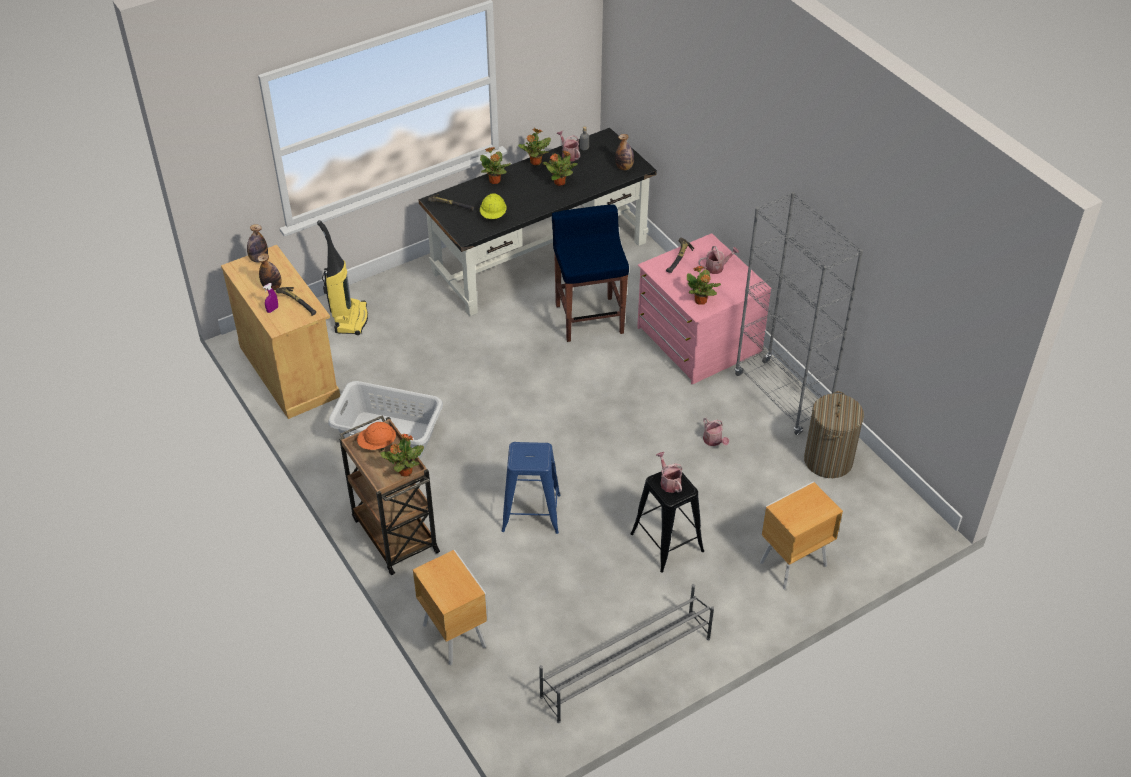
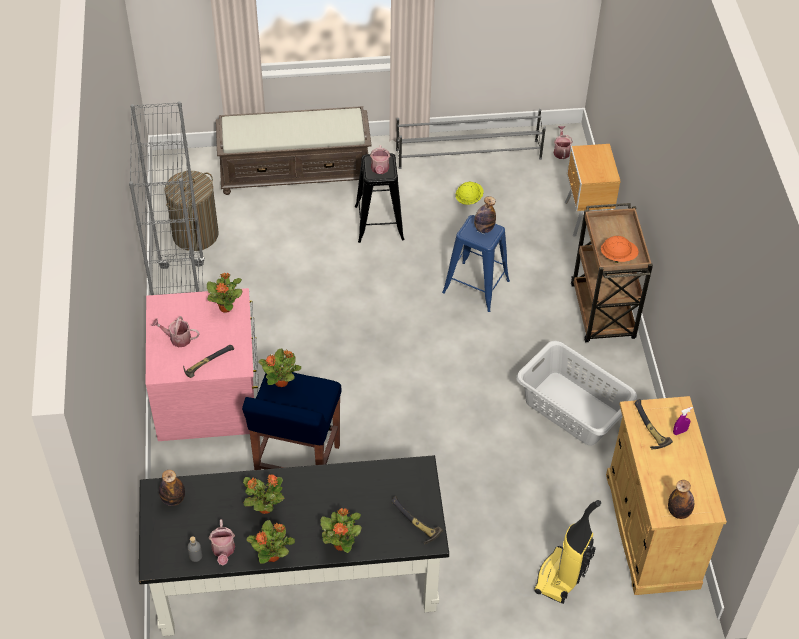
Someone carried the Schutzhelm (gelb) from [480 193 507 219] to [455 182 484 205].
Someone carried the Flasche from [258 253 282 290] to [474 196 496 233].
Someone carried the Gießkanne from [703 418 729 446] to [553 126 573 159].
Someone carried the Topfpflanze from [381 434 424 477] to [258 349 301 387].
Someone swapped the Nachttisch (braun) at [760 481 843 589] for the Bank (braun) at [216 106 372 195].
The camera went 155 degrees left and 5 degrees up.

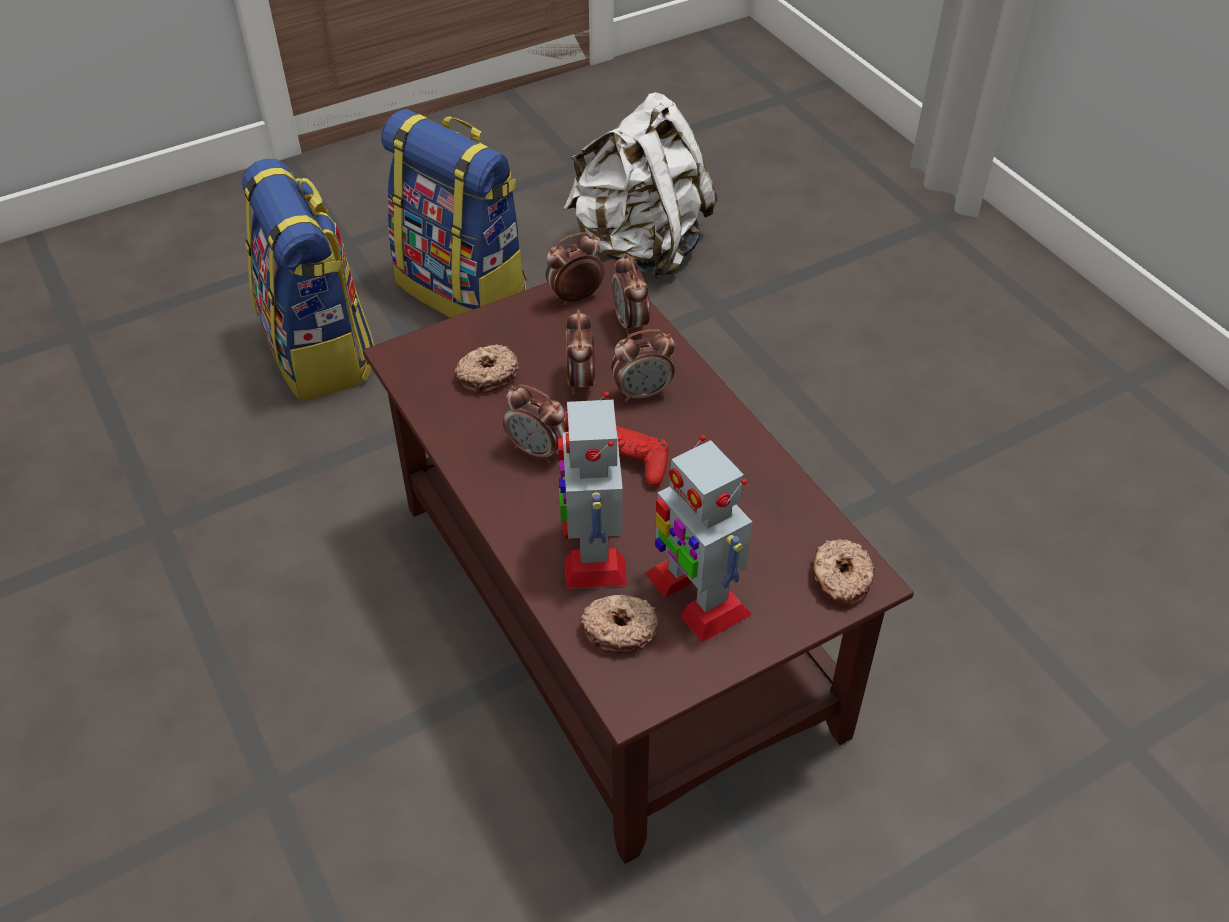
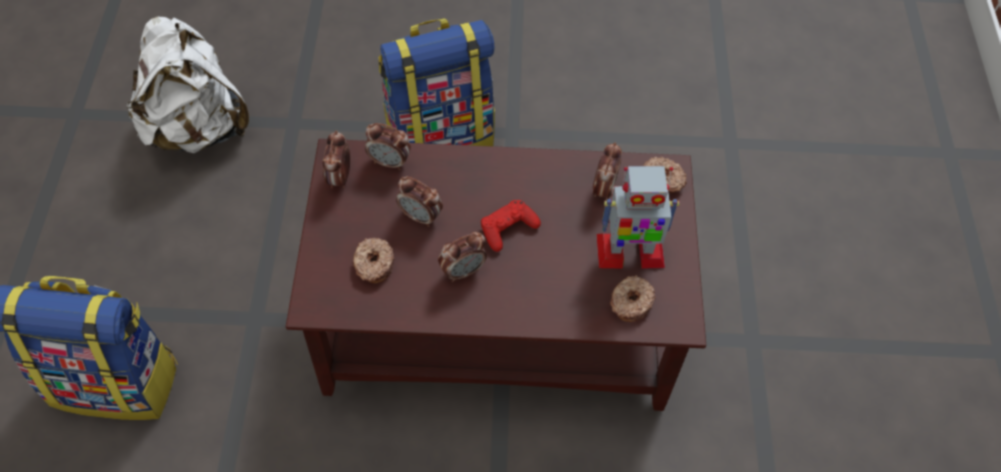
Someone carried the Rucksack from [381 109 527 318] to [379 18 495 146].
Someone carried the Wecker from [611 329 675 402] to [593 142 622 201].
Someone took away the Spielzeugroboter at [558 392 627 589].
The camera went 60 degrees left and 10 degrees up.

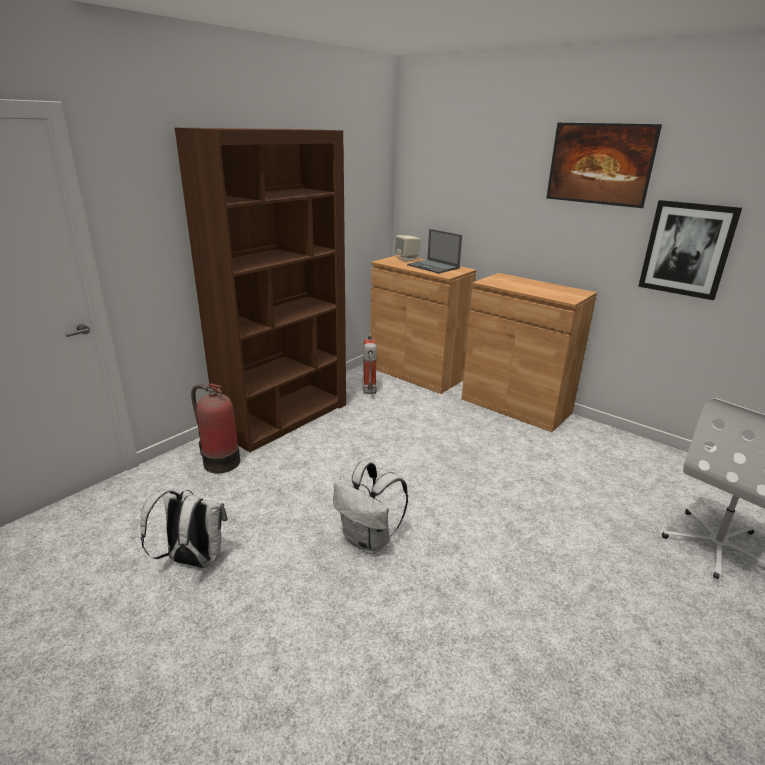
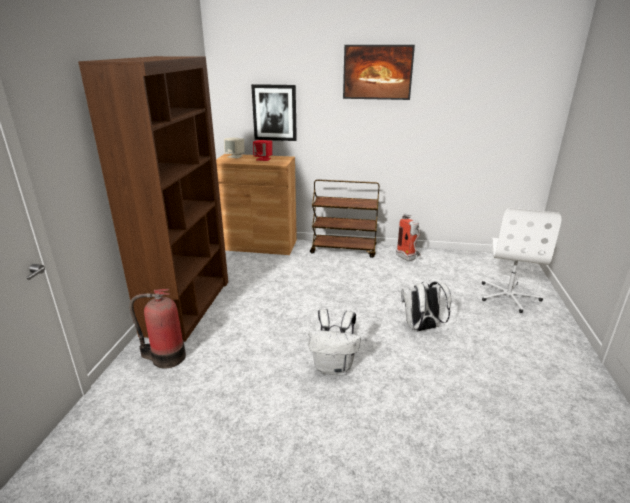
Someone carried the Bild from [638 200 742 300] to [251 84 297 141].
Someone swapped the Laptop at [407 229 462 274] for the Lautsprecher (rot) at [253 140 272 161].
Someone swapped the Schrank (braun) at [462 273 597 432] for the Rollwagen (braun) at [310 179 379 258].
Someone carried the Feuerlöscher from [362 333 377 394] to [396 214 421 261].
Someone carried the Rucksack (weiß) from [140 489 227 568] to [401 281 451 332].
The camera went 30 degrees left and 0 degrees up.

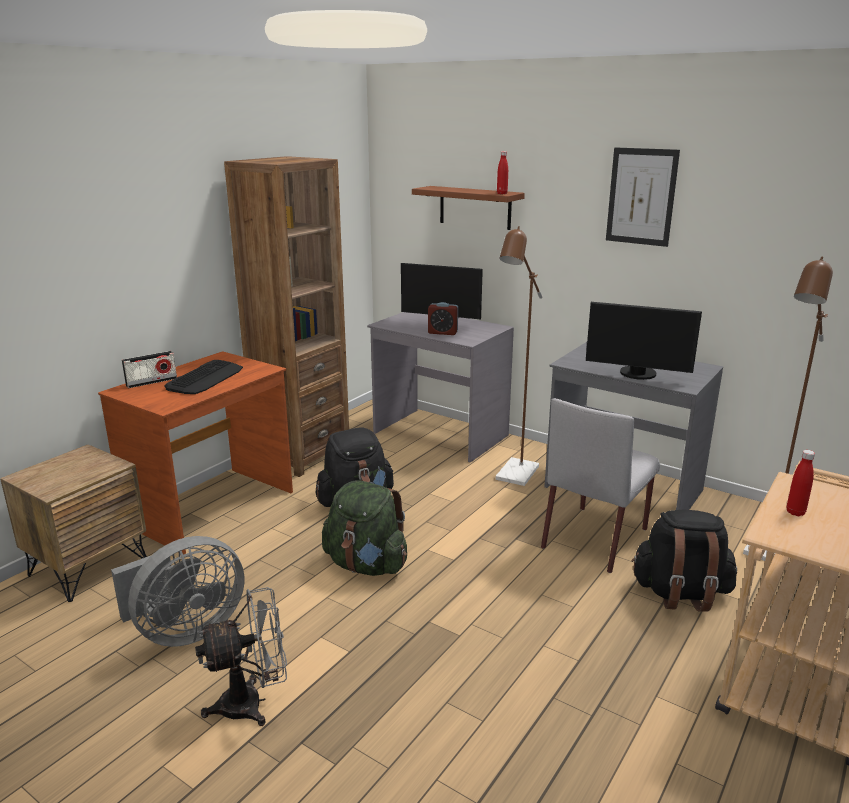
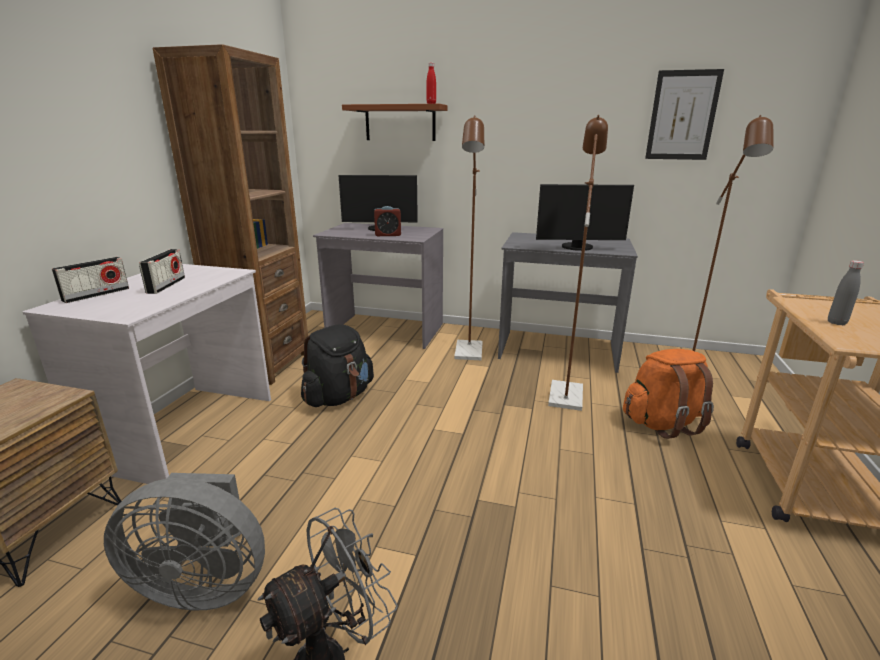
Someone carried the Bild from [606 147 680 247] to [645 69 724 160].
Someone repainted the Schreibtisch (braun) at [98 351 293 555], which became the Schreibtisch (weiß) at [23 264 271 484].
Someone swapped the Tastatur at [165 360 243 394] for the Radio at [139 249 185 294].
Someone swapped the Stuhl (grau) at [541 398 660 573] for the Stehlampe (braun) at [548 115 608 411].
Someone repainted the Flasche (rot) at [787 450 815 516], which became the Flasche (grau) at [828 260 864 325].
Someone took away the Rucksack (grün) at [322 480 407 576].
Someone repainted the Rucksack (schwarz) at [632 510 737 612], which became the Rucksack (orange) at [623 349 714 439].
Someone rotated the Ventilator (grau) at [111 536 244 647] by 60 degrees clockwise.
The camera went 20 degrees left and 0 degrees up.

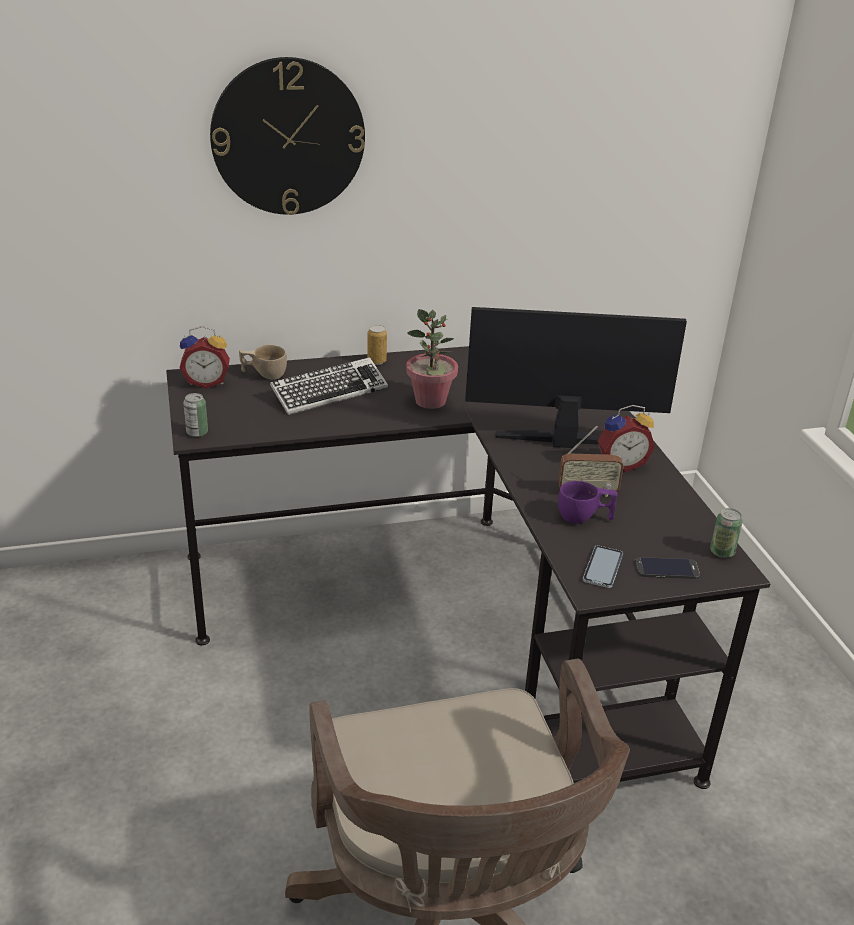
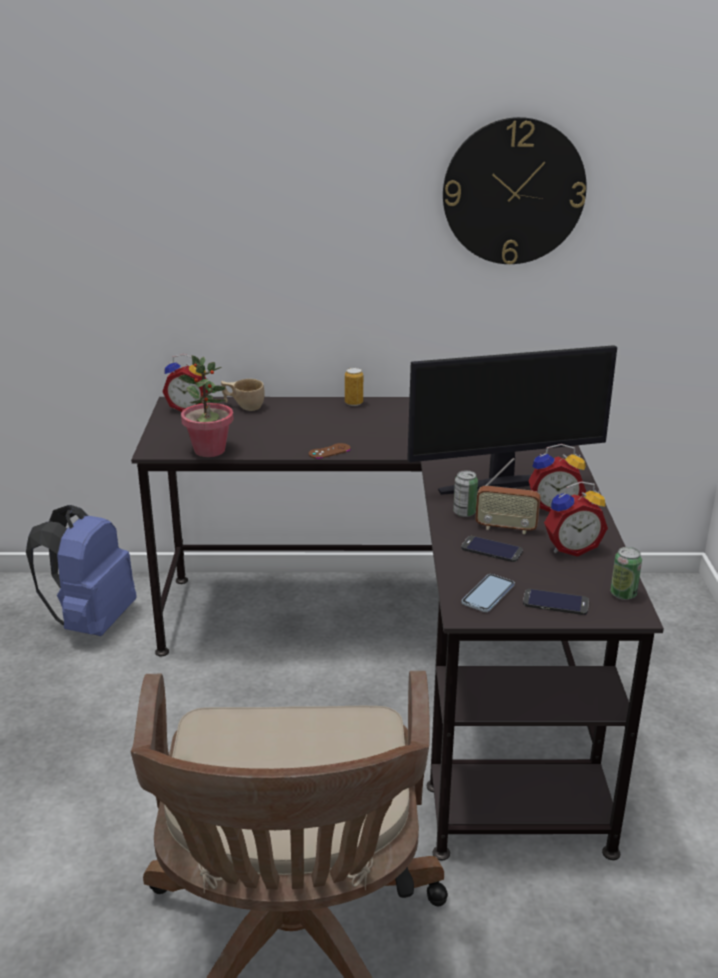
Someone carried the Wanduhr from [210 57 365 215] to [443 117 586 264].
Someone rotated the Monitor at [465 307 687 448] by 150 degrees clockwise.
Someone carried the Topfpflanze from [406 309 458 409] to [178 355 234 457].
Someone took away the Tastatur at [270 357 388 415].
Someone carried the Dose from [183 393 208 437] to [453 471 478 517].
Someone swapped the Tasse (lila) at [558 481 618 524] for the Handy at [461 536 523 562].
Someone put down the Gamepad (braun) at [309 443 351 459].
Someone put down the Wecker at [544 481 608 557].
Someone put down the Rucksack (blau) at [26 505 137 636].
The camera went 15 degrees right and 5 degrees down.

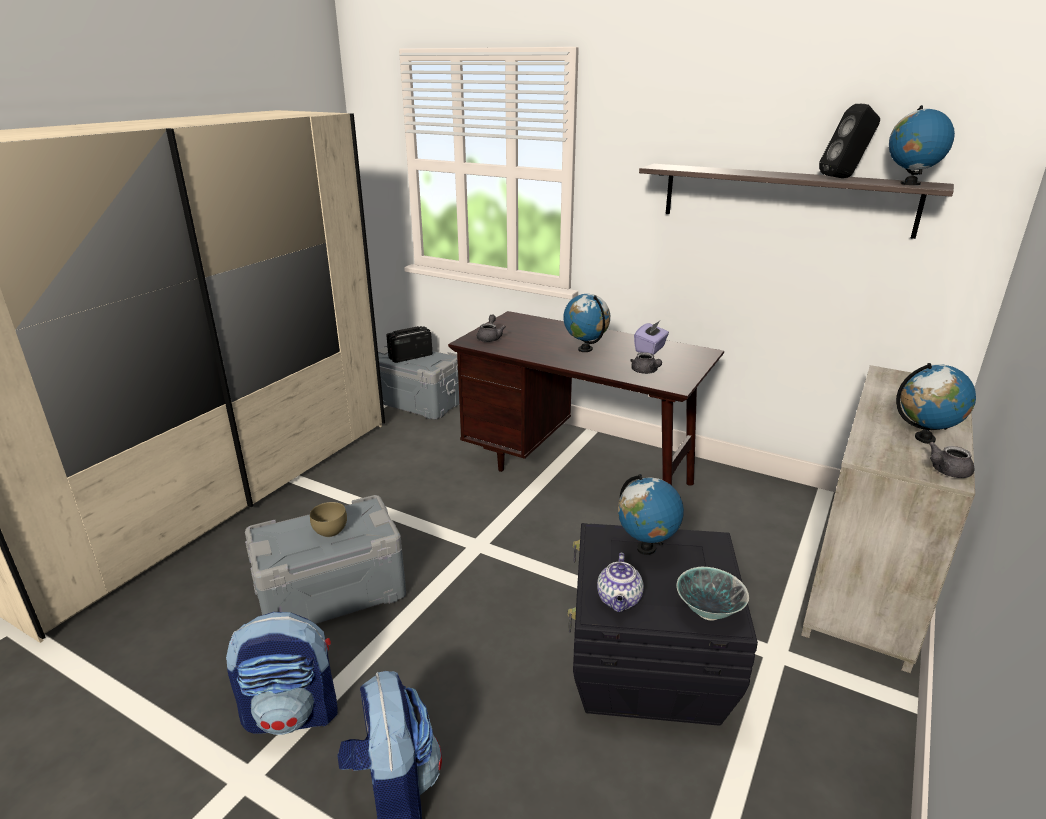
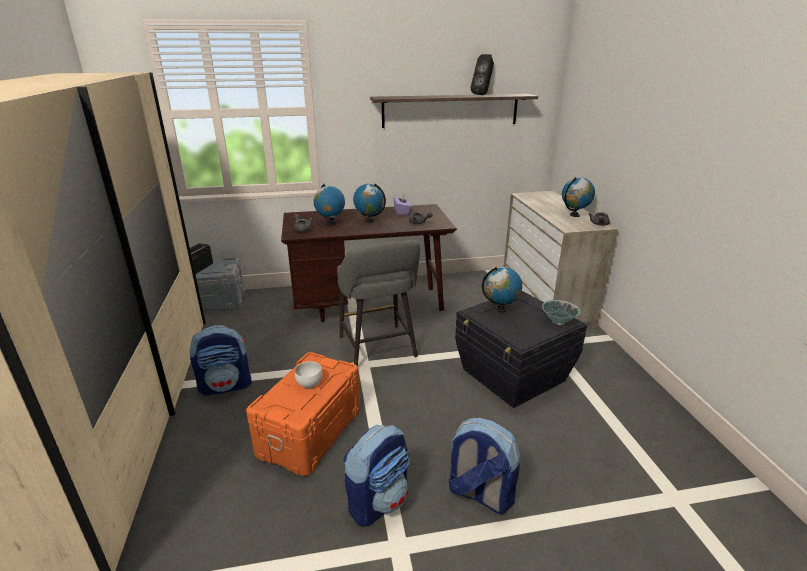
Someone carried the Globus from [889 105 955 185] to [313 184 345 226].
Someone repainted the Aufbewahrungsbox (grau) at [245 495 406 624], which became the Aufbewahrungsbox (orange) at [246 352 360 476].
Someone repainted the Schüssel (braun) at [310 502 347 537], which became the Schüssel (weiß) at [295 361 322 388].
Someone took away the Teekanne at [597 553 644 612].
Someone put down the Hocker (grau) at [337 240 420 366].
Someone put down the Rucksack at [190 325 252 395].
The camera went 40 degrees left and 0 degrees up.

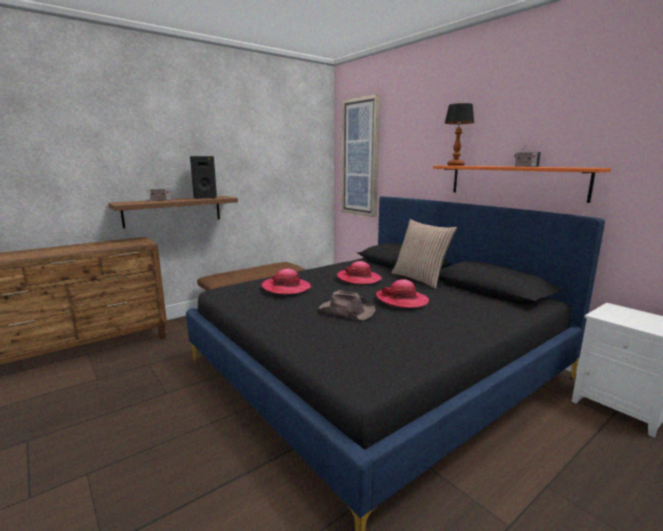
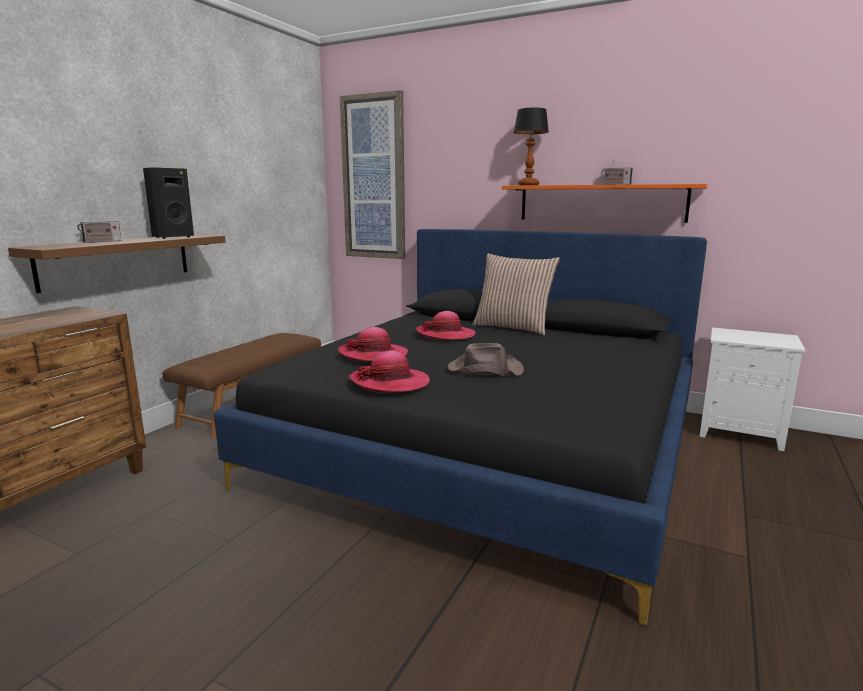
Someone carried the Hut from [376 279 429 308] to [349 351 430 393].
The camera went 25 degrees left and 0 degrees up.

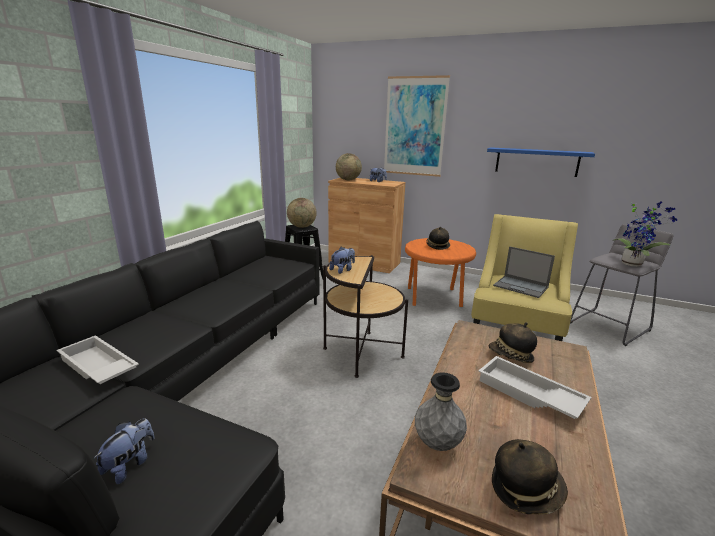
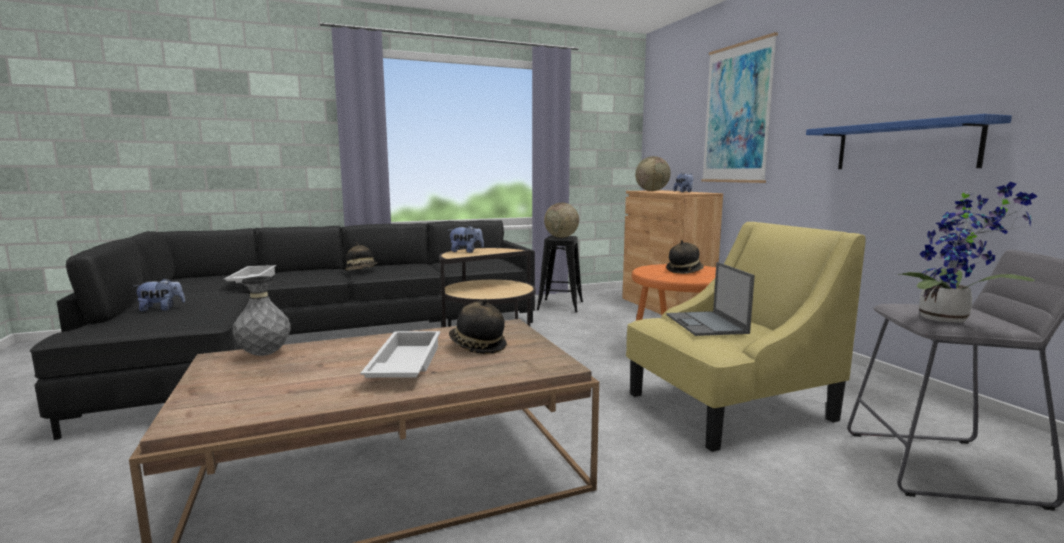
Someone carried the Hut from [492 439 568 515] to [345 242 377 271].
The camera went 45 degrees right and 10 degrees down.

